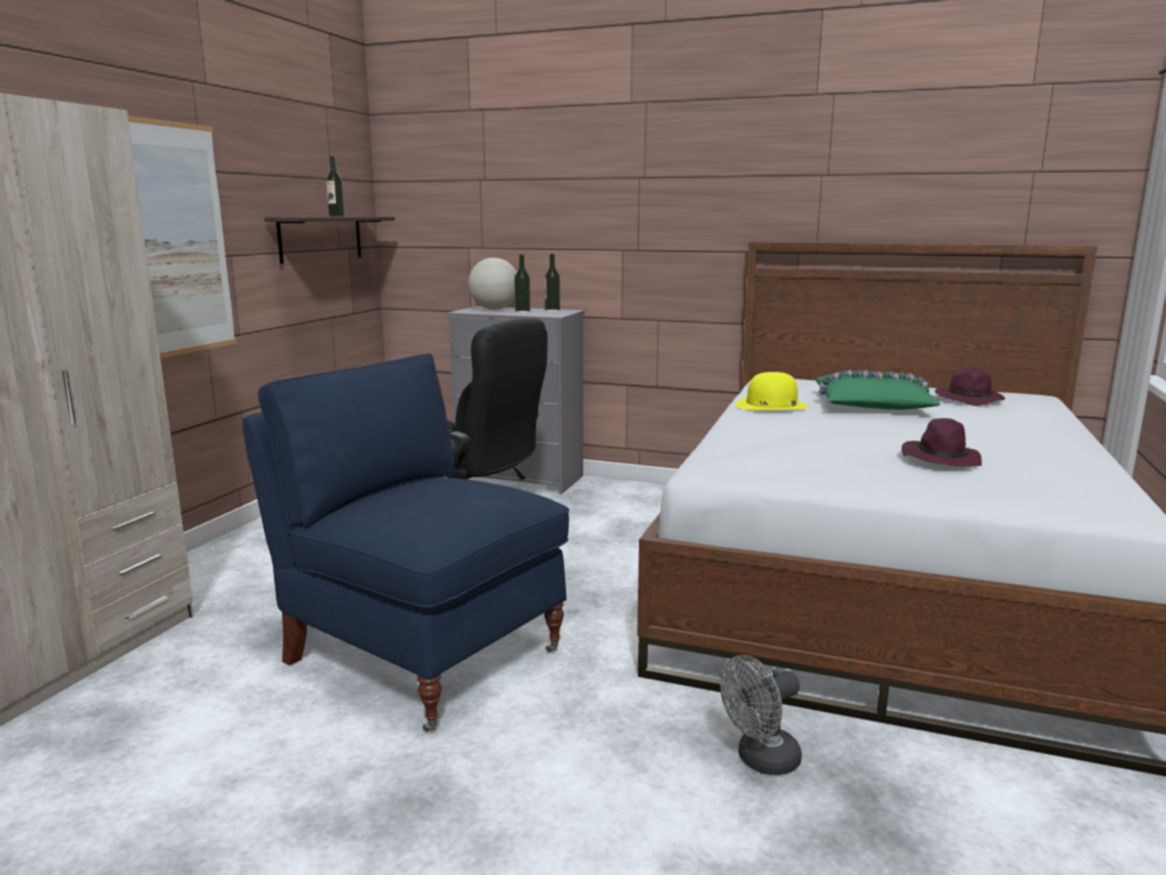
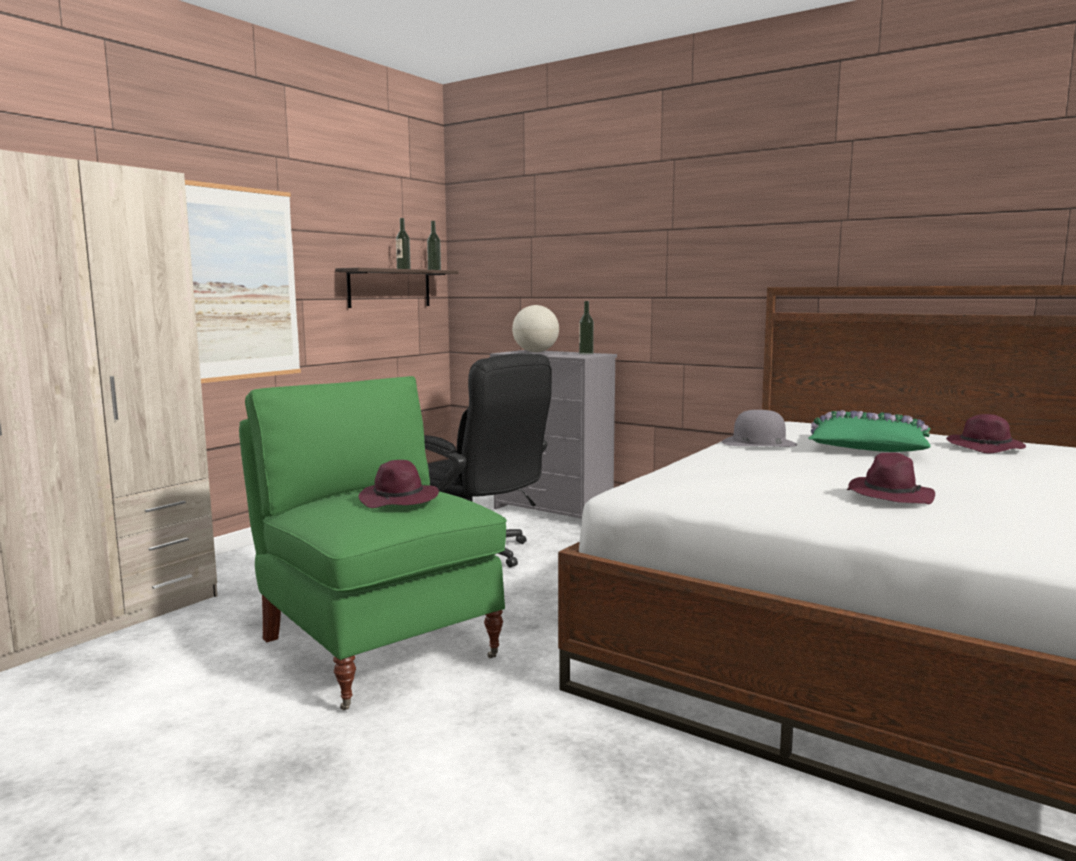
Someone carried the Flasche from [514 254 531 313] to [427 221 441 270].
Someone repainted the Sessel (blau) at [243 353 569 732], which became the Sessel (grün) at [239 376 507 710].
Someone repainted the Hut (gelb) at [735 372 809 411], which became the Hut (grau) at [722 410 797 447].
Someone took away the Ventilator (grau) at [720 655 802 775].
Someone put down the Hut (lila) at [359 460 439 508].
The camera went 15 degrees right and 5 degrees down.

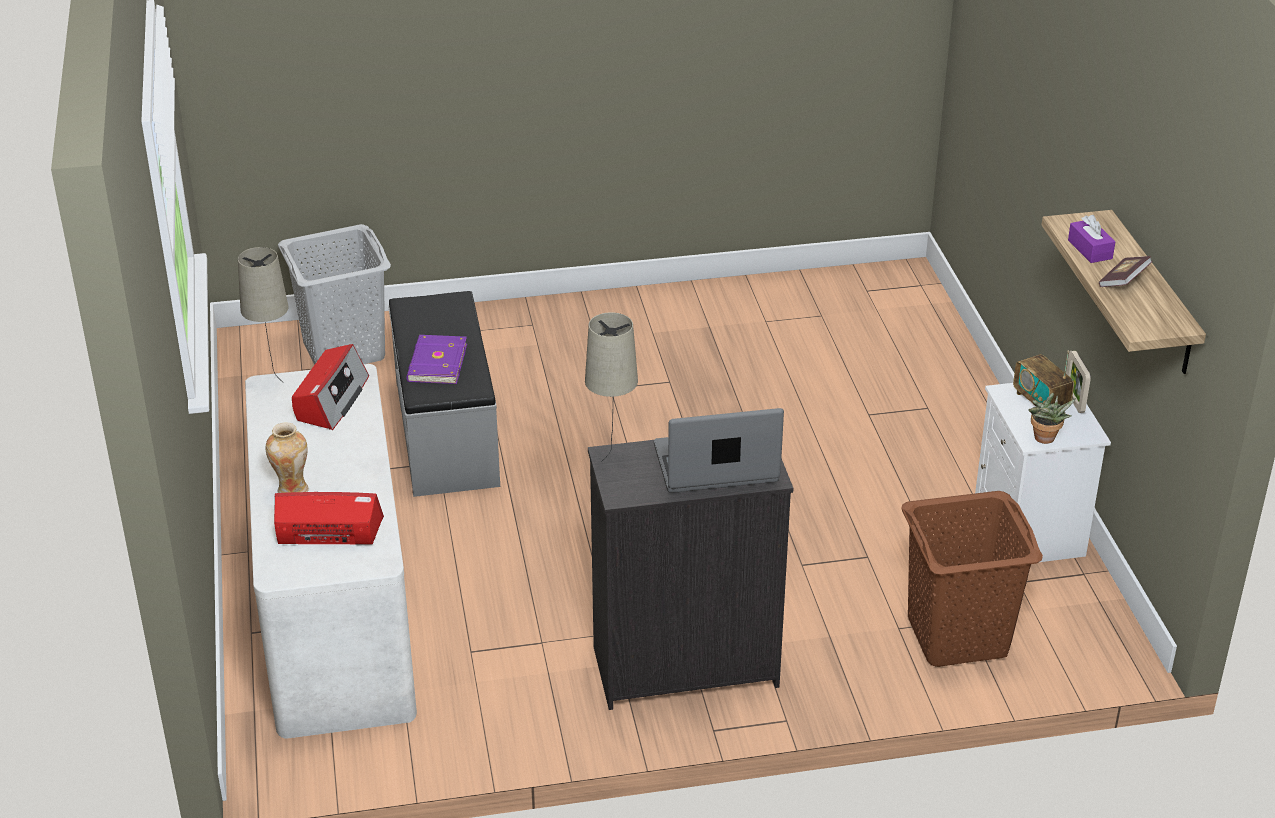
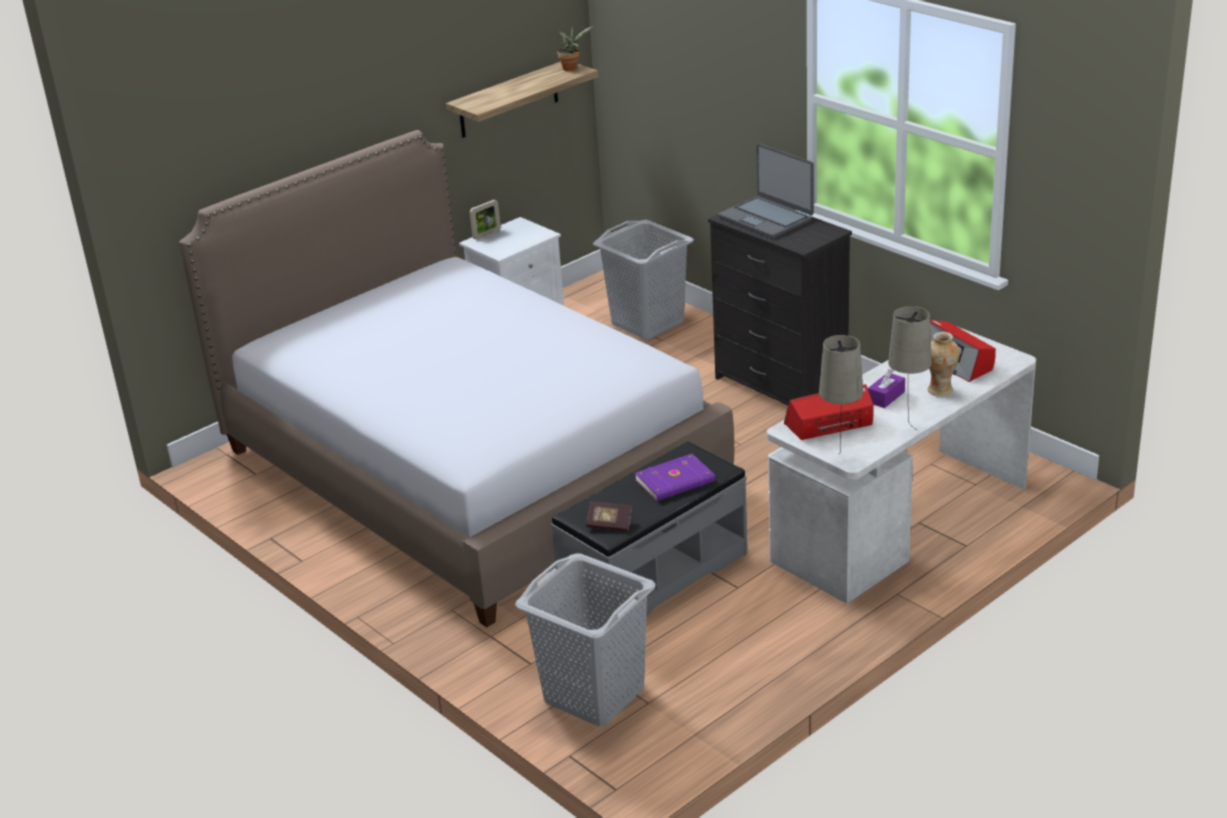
Someone carried the Taschentuchbox (lila) from [1068 215 1115 263] to [868 368 905 408].
Someone carried the Buch from [1099 256 1153 287] to [586 501 632 531].
Someone carried the Tischlampe (beige) from [585 312 638 462] to [888 306 932 431].
Someone took away the Radio at [1013 351 1074 407].
Someone carried the Topfpflanze from [1028 393 1076 444] to [557 26 593 71].
Someone repainted the Wäschekorb (braun) at [901 491 1043 667], which became the Wäschekorb (grau) at [593 220 694 340].
Someone put down the Bett at [179 130 734 627].
The camera went 120 degrees left and 5 degrees down.

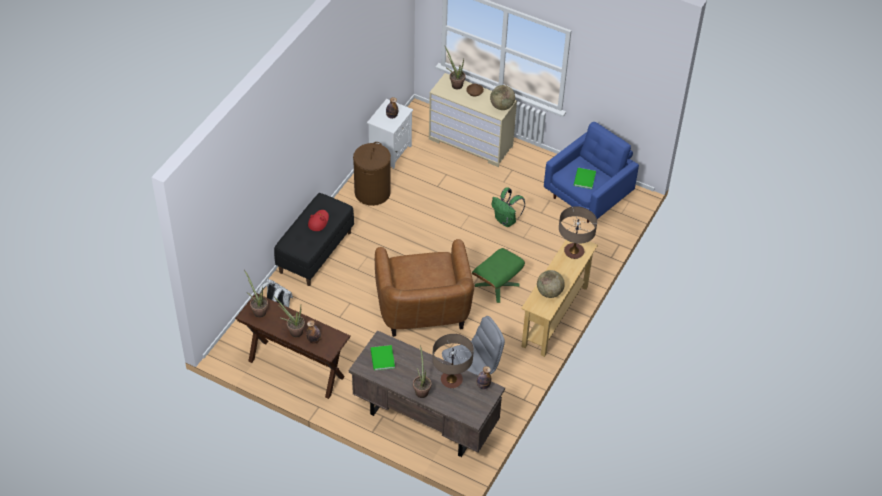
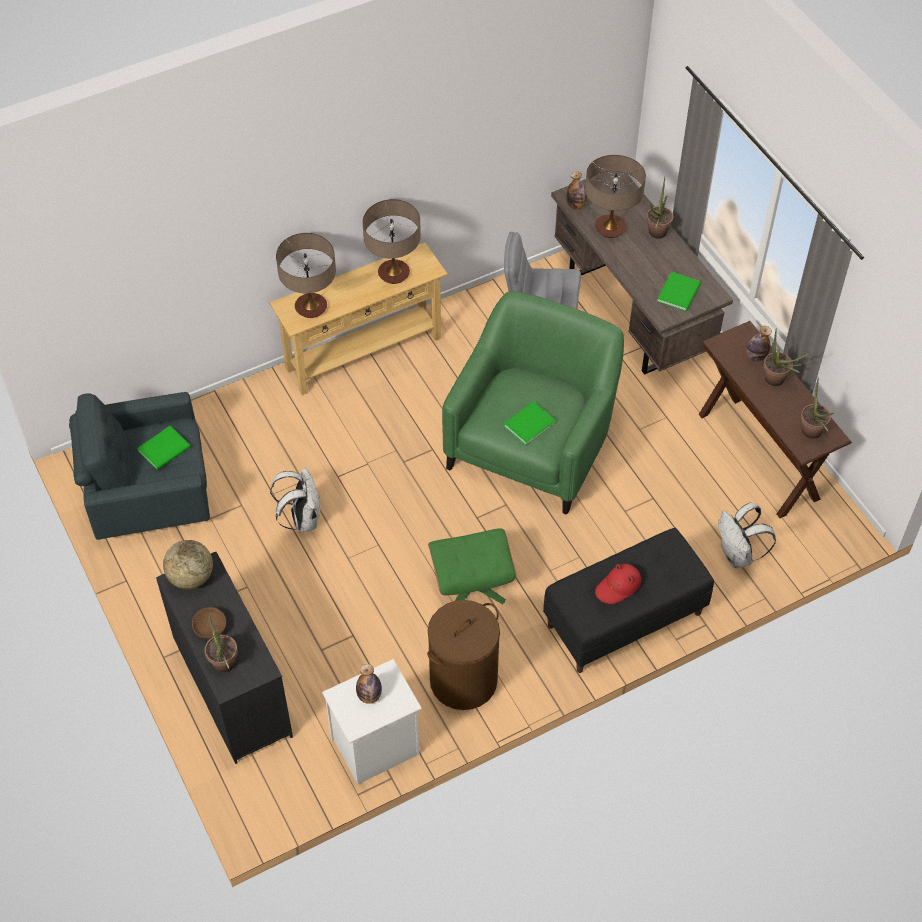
Someone repainted the Kommode (beige) at [429 73 517 167], which became the Kommode (schwarz) at [156 552 293 764].
Someone repainted the Sessel (blau) at [544 122 639 223], which became the Sessel (grau) at [69 392 210 540].
Someone repainted the Rucksack (grün) at [491 187 525 227], which became the Rucksack (weiß) at [270 468 320 533].
Someone repainted the Sessel (braun) at [375 239 474 337], which became the Sessel (grün) at [442 291 624 514].
Someone carried the Polsterhocker (grün) from [472 248 525 303] to [428 528 516 604].
Someone swapped the Globus at [537 270 565 298] for the Tischlampe at [363 199 421 284].
Someone put down the Buch (grün) at [503 401 556 445].
The camera went 145 degrees left and 5 degrees up.

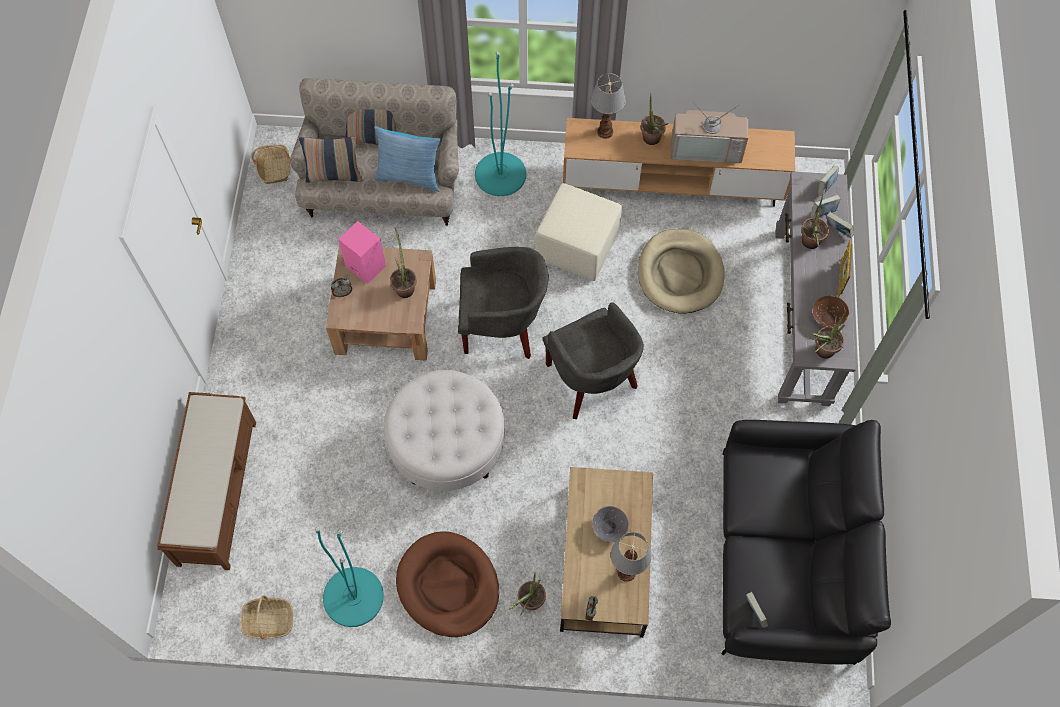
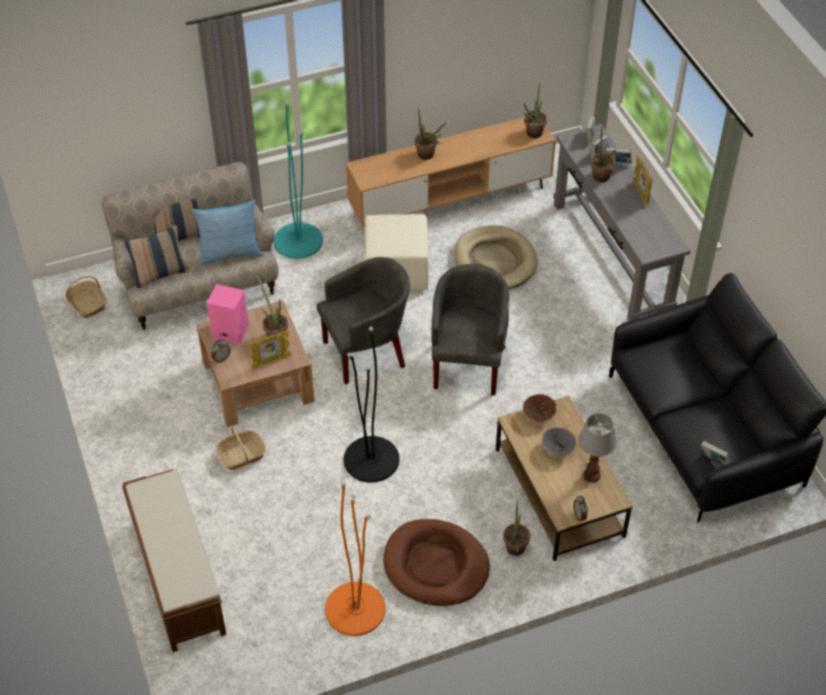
Someone took away the Tischlampe at [591 73 626 139].
Someone took away the Fernseher at [670 101 748 163].
Someone carried the Schüssel (braun) from [813 295 849 327] to [523 394 557 422].
Someone rotated the Sessel (grau) at [542 302 644 419] by 120 degrees counterclockwise.
Someone carried the Topfpflanze from [812 311 846 359] to [524 83 547 138].
Someone swapped the Polsterhocker (weiß) at [383 370 505 491] for the Stehlampe (schwarz) at [344 327 400 483].
Someone repainted the Stehlampe (türkis) at [315 527 384 627], which became the Stehlampe (orange) at [325 482 386 636].
Someone carried the Korb from [241 595 293 640] to [215 426 266 470].
Someone put down the Bilderrahmen at [249 330 291 369].
The camera went 25 degrees left and 15 degrees down.

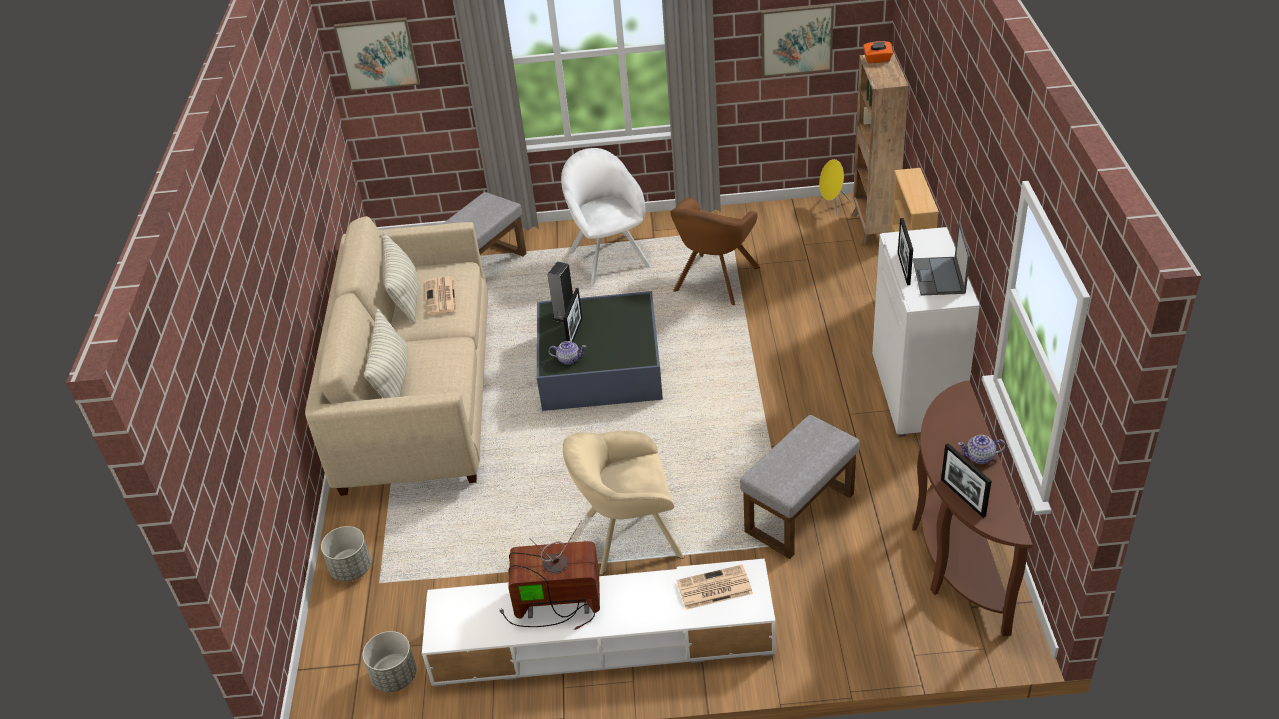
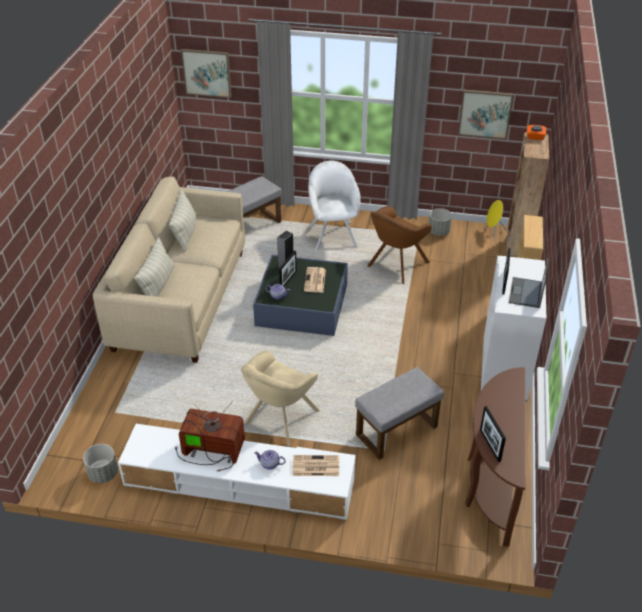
Someone carried the Zeitung from [426 276 457 315] to [304 267 326 293].
Someone rotated the Sessel (beige) at [563 431 684 575] by 60 degrees counterclockwise.
Someone carried the Teekanne from [958 435 1006 464] to [254 450 286 470].
Someone carried the Pflanzkübel (grau) from [321 526 371 581] to [429 208 452 236].
The camera went 10 degrees right and 0 degrees up.

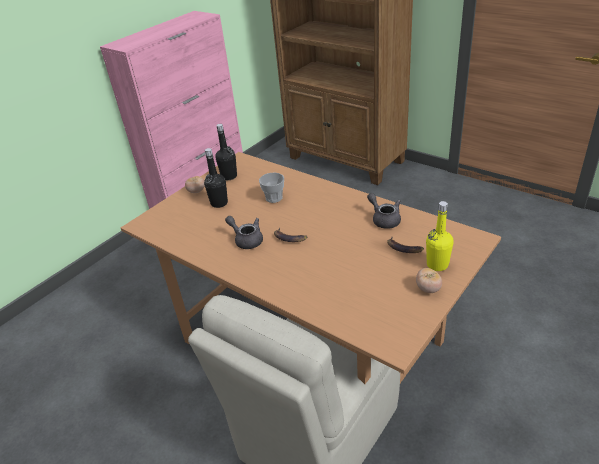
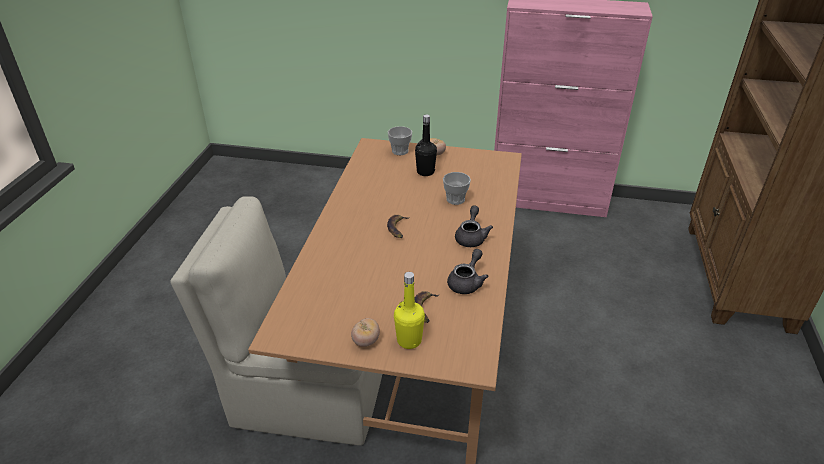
Someone took away the Flasche (schwarz) at [215 124 237 180].
Someone carried the Teekanne (grau) from [225 216 263 249] to [455 206 493 247].
Someone put down the Tasse at [388 126 412 155].
The camera went 60 degrees right and 0 degrees up.

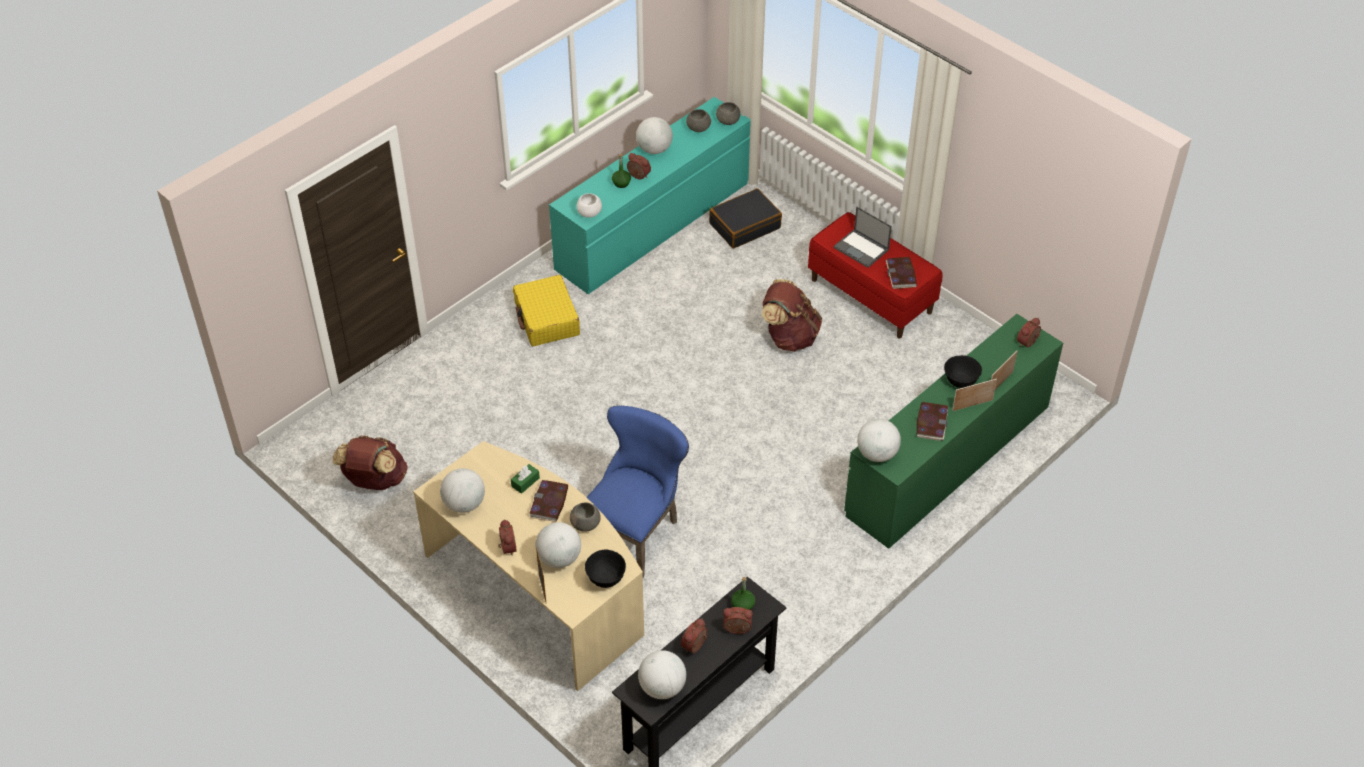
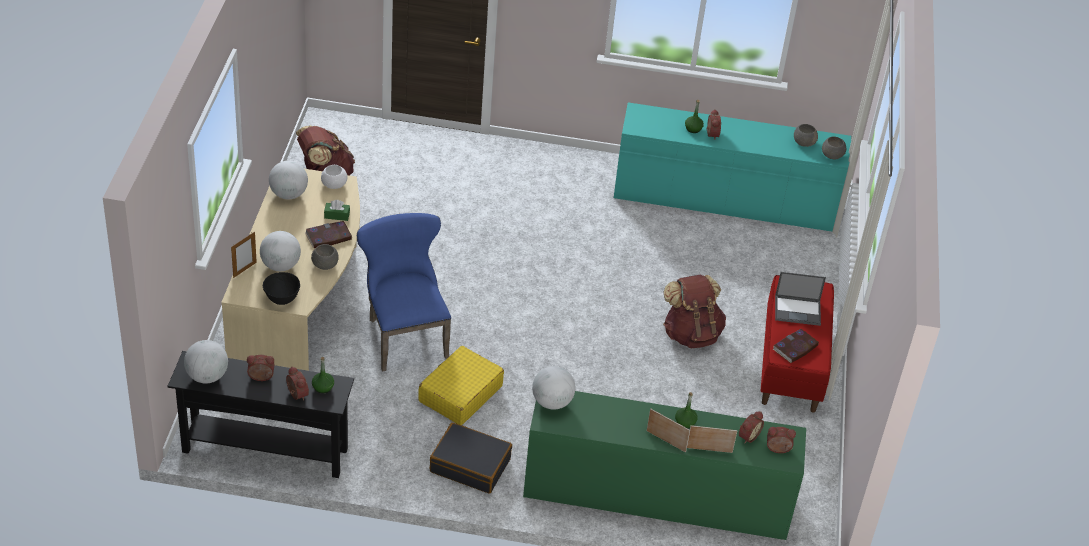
Someone took away the Globus at [636 117 673 154].
Someone carried the Koffer (schwarz) from [709 188 782 248] to [430 423 512 493].
Someone carried the Schüssel (weiß) from [577 193 602 218] to [321 165 347 189].
Someone rotated the Laptop at [833 207 892 268] by 90 degrees counterclockwise.
Someone carried the Koffer (gelb) from [513 275 580 346] to [418 346 504 425].
Someone swapped the Schüssel (schwarz) at [944 355 982 388] for the Flasche (grün) at [675 392 698 428].
Someone took away the Buch at [917 402 948 441].
Someone rotated the Stuhl (blau) at [587 406 689 577] by 105 degrees counterclockwise.
Someone carried the Wecker from [498 519 517 556] to [739 411 764 444].
The camera went 50 degrees right and 5 degrees down.

